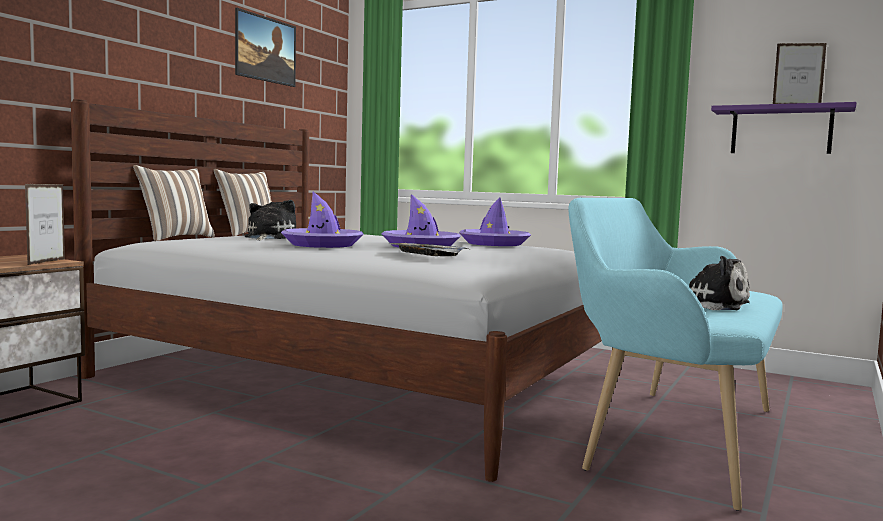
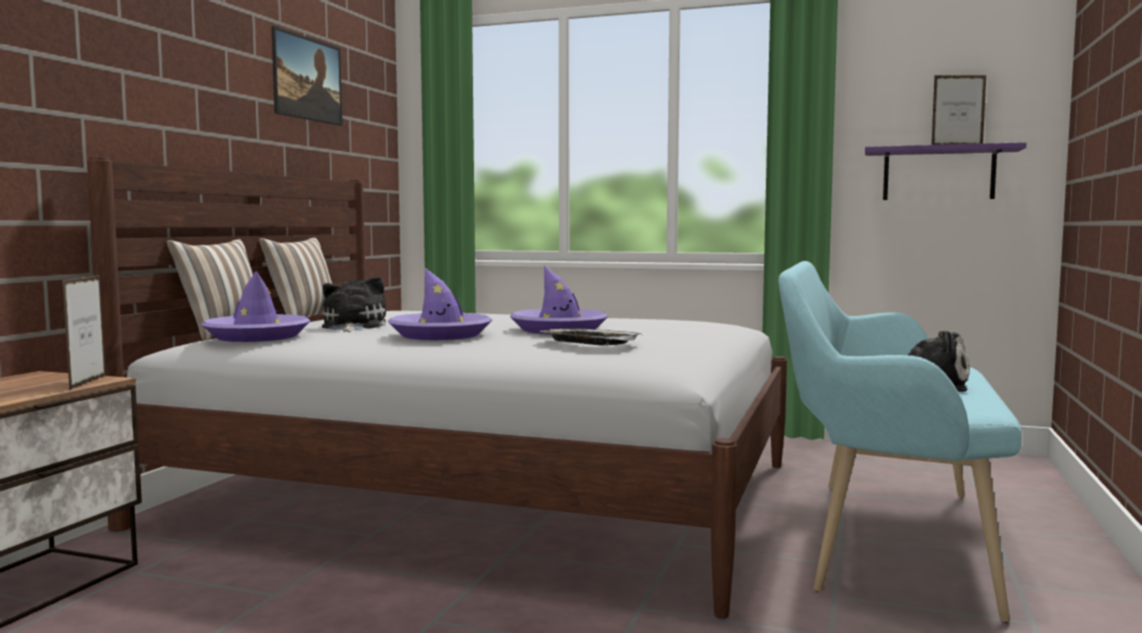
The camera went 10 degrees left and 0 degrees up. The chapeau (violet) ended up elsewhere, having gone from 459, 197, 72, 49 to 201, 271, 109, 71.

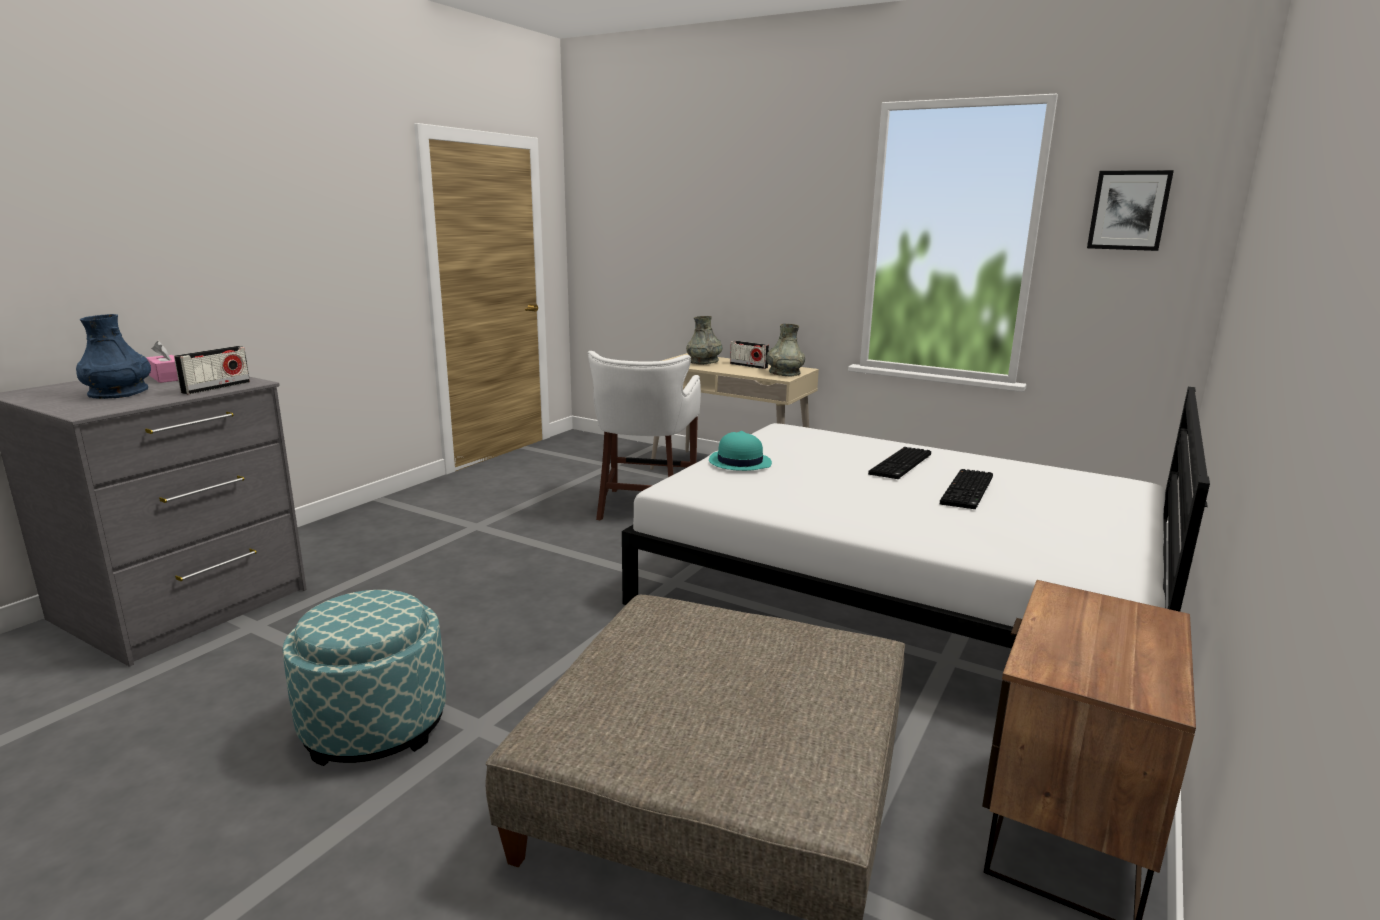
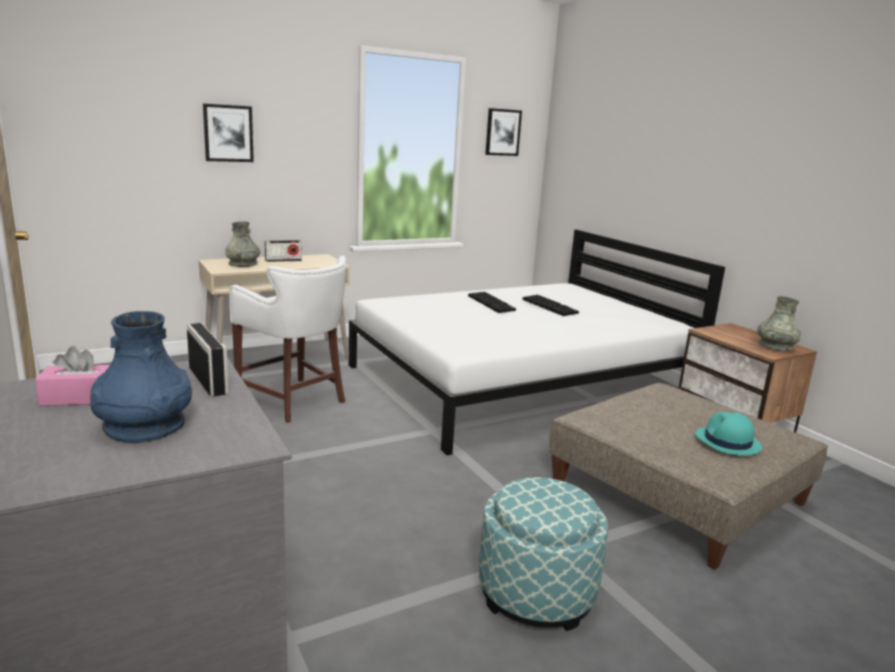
The camera went 60 degrees left and 0 degrees up. The vase (gris) ended up elsewhere, having gone from 766, 324, 39, 52 to 757, 296, 44, 56. The chapeau (turquoise) ended up elsewhere, having gone from 709, 431, 63, 40 to 695, 412, 67, 43. The second view gained the tableau at 203, 104, 51, 58.

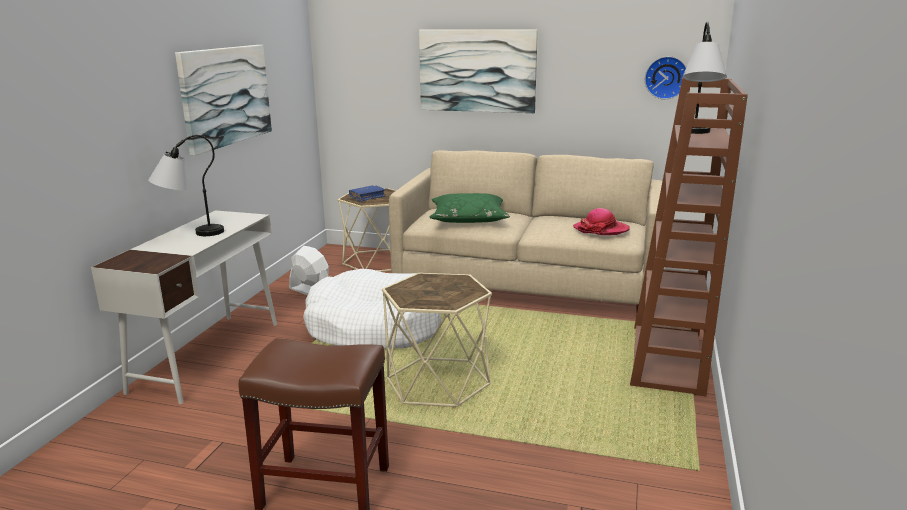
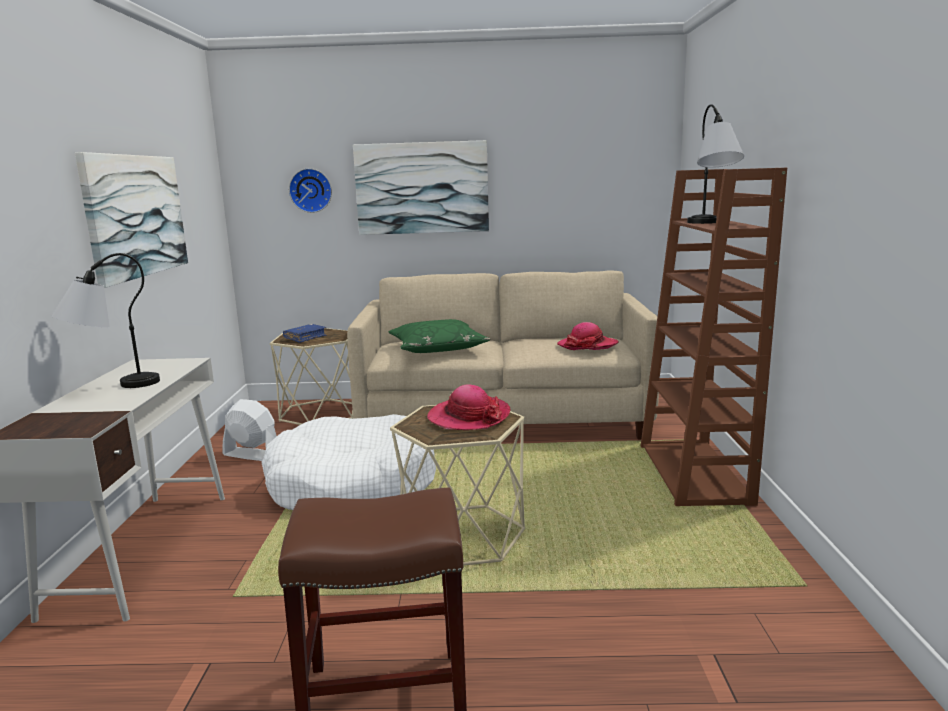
The camera went 15 degrees left and 5 degrees down. The horloge murale ended up elsewhere, having gone from 645, 56, 41, 43 to 289, 168, 43, 45. The second view gained the chapeau at 427, 384, 84, 46.

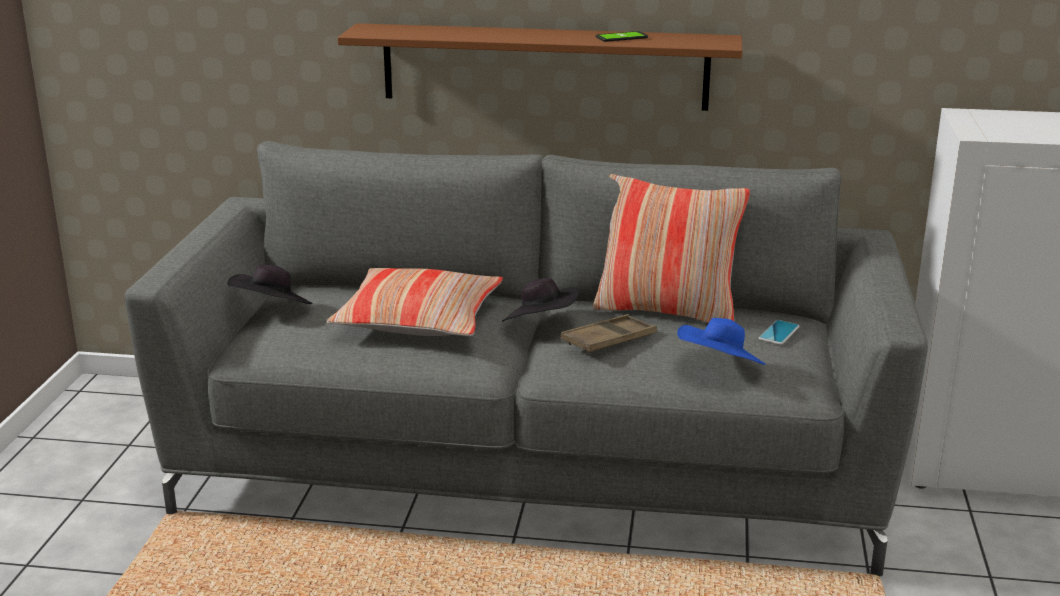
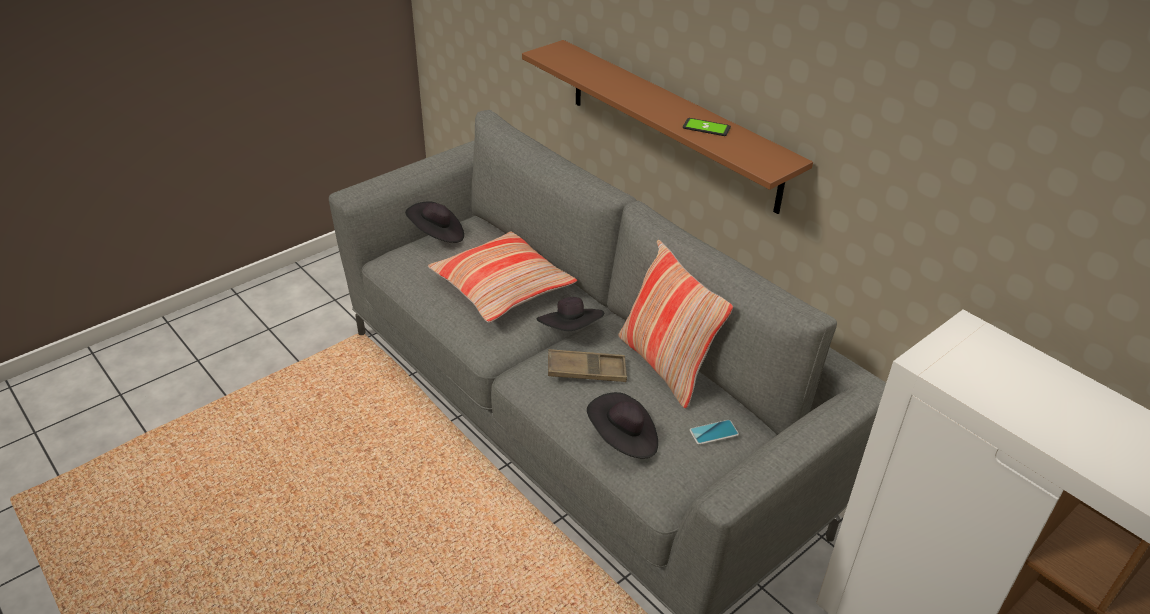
The camera went 40 degrees right and 15 degrees up. What was the chapeau (bleu) at 677, 318, 89, 47 turned into the chapeau (noir) at 587, 392, 71, 66.

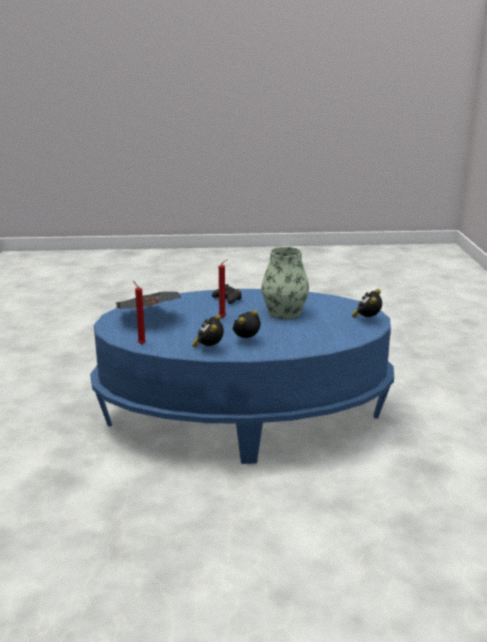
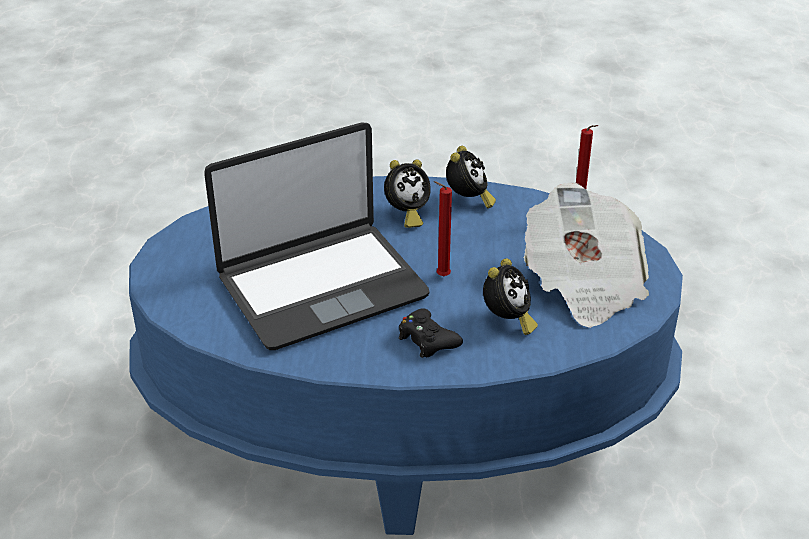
The camera went 175 degrees left and 15 degrees up. Where the vase stood at 262, 247, 47, 72, the ordinateur portable came to stand at 204, 122, 226, 228. The réveil ended up elsewhere, having gone from 352, 289, 30, 29 to 483, 258, 55, 77.

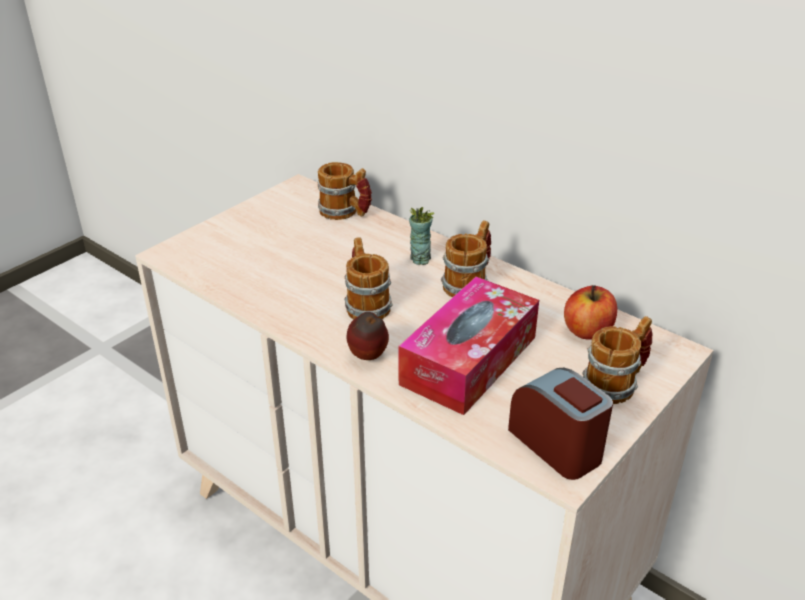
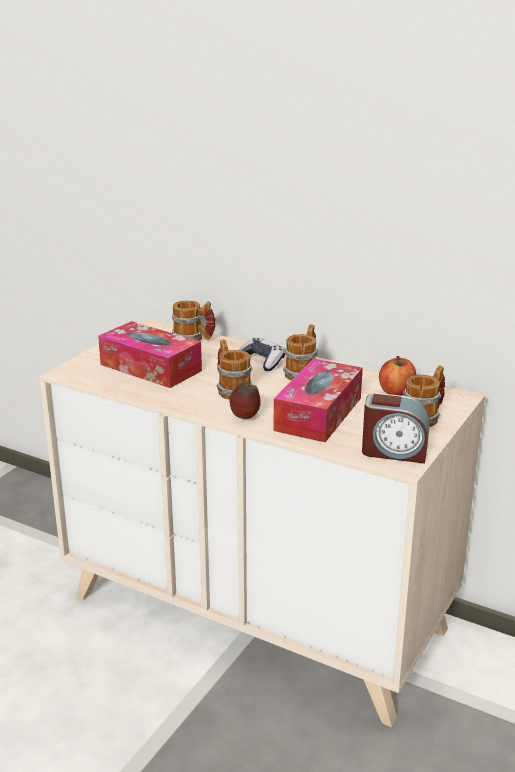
The camera went 10 degrees left and 10 degrees down. Where the tasse stood at 409, 207, 26, 58, the manette came to stand at 239, 338, 46, 33. The réveil at 508, 368, 105, 112 ended up facing another way, 150 degrees clockwise from before. The second view gained the boîte à mouchoirs at 98, 321, 104, 67.

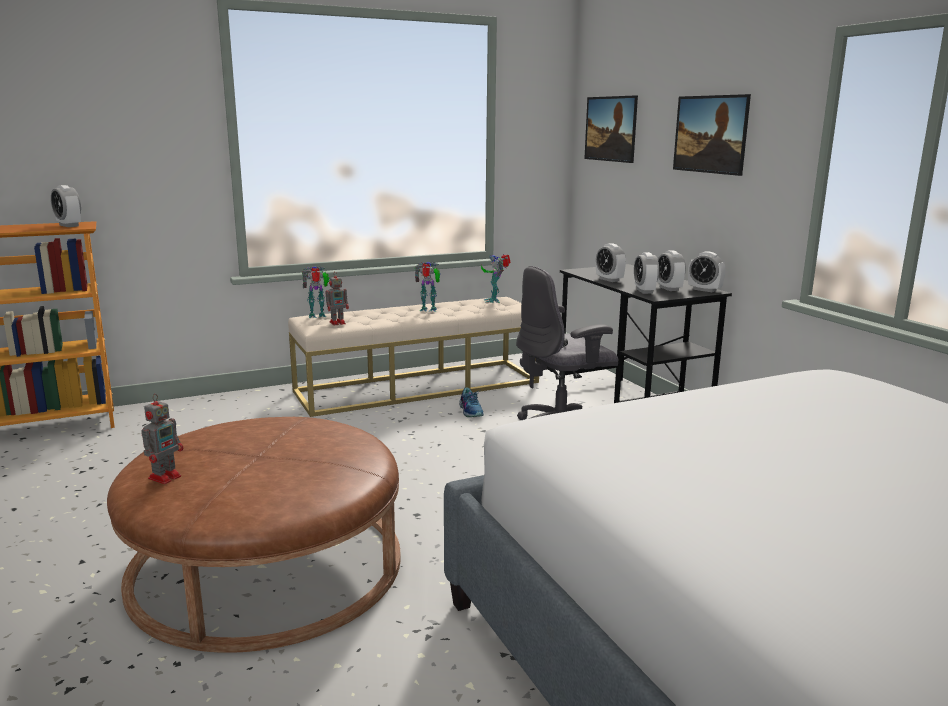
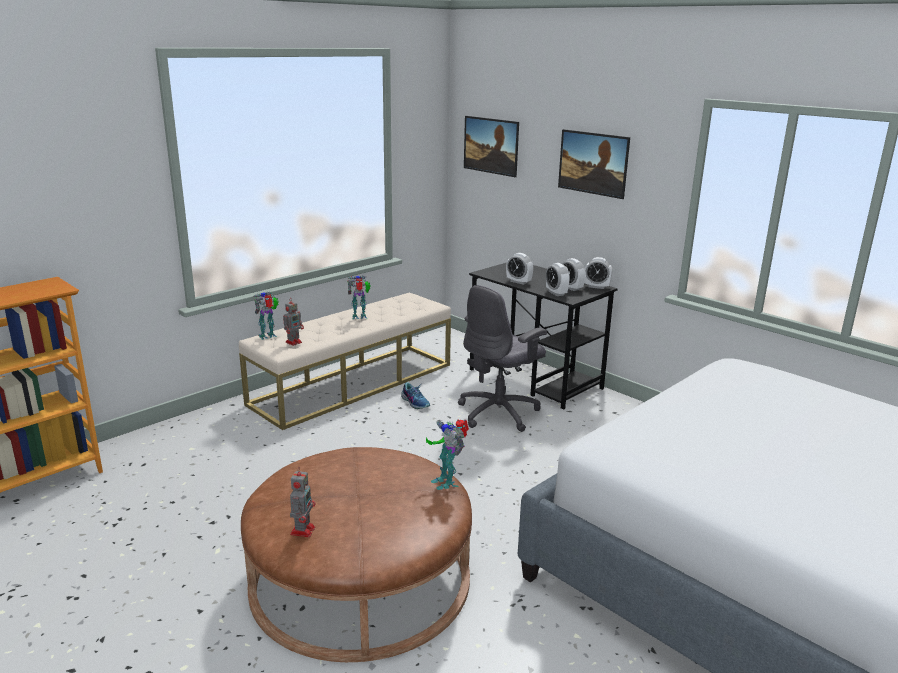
The camera went 20 degrees left and 5 degrees up. The second view lost the réveil at 51, 185, 30, 42. The robot jouet ended up elsewhere, having gone from 481, 254, 30, 49 to 426, 419, 43, 71.

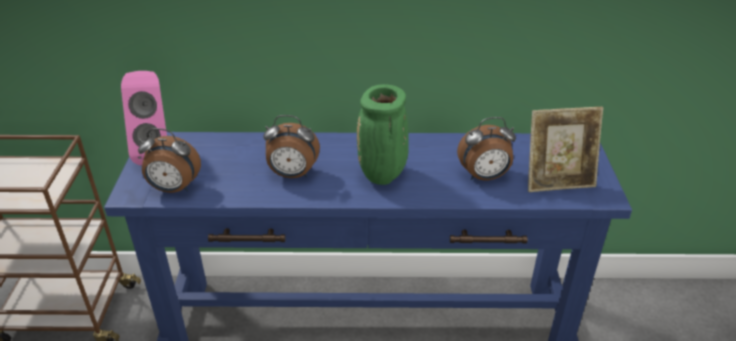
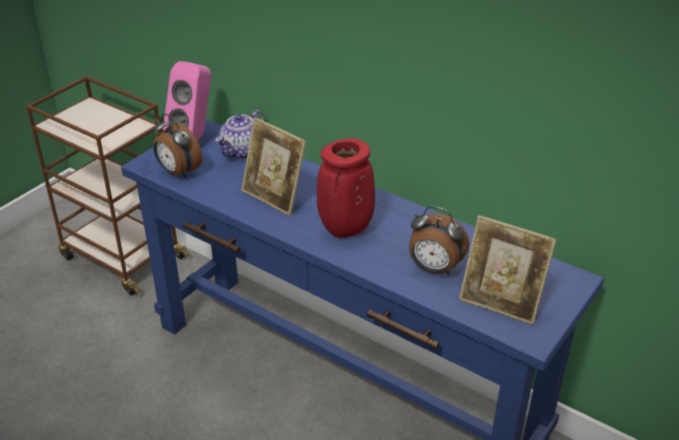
The camera went 35 degrees right and 0 degrees up. What was the vase (vert) at 357, 84, 52, 101 turned into the vase (rouge) at 317, 138, 58, 100. Where the réveil stood at 263, 115, 57, 63, the cadre photo came to stand at 241, 117, 65, 99. The second view gained the théière at 215, 110, 49, 49.

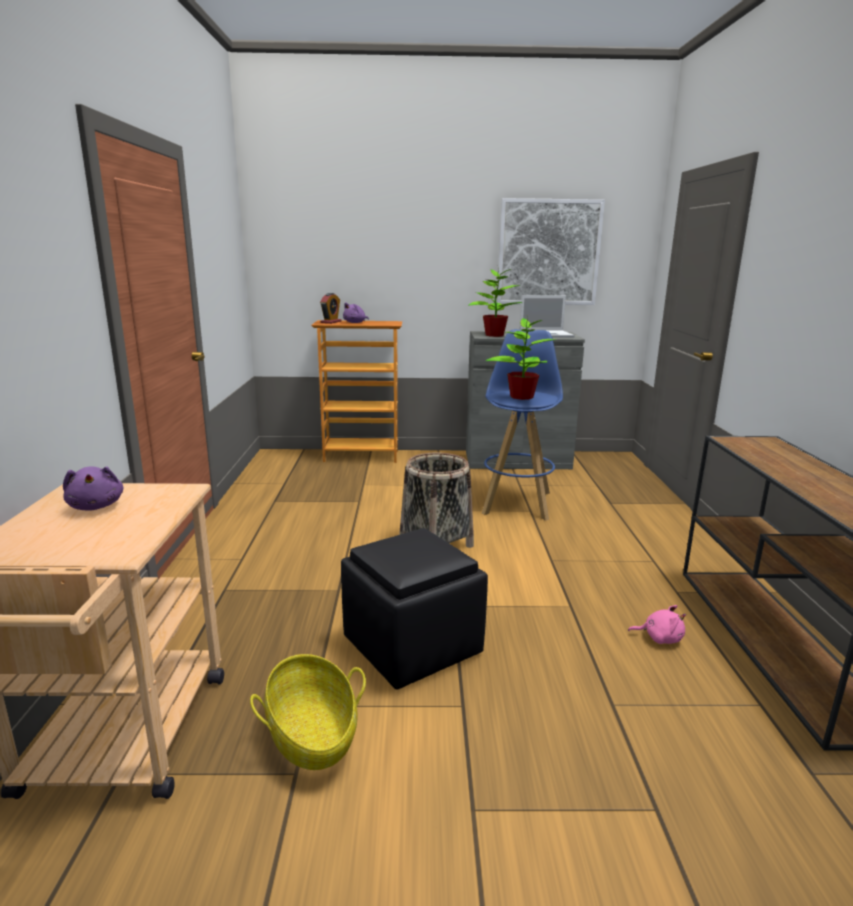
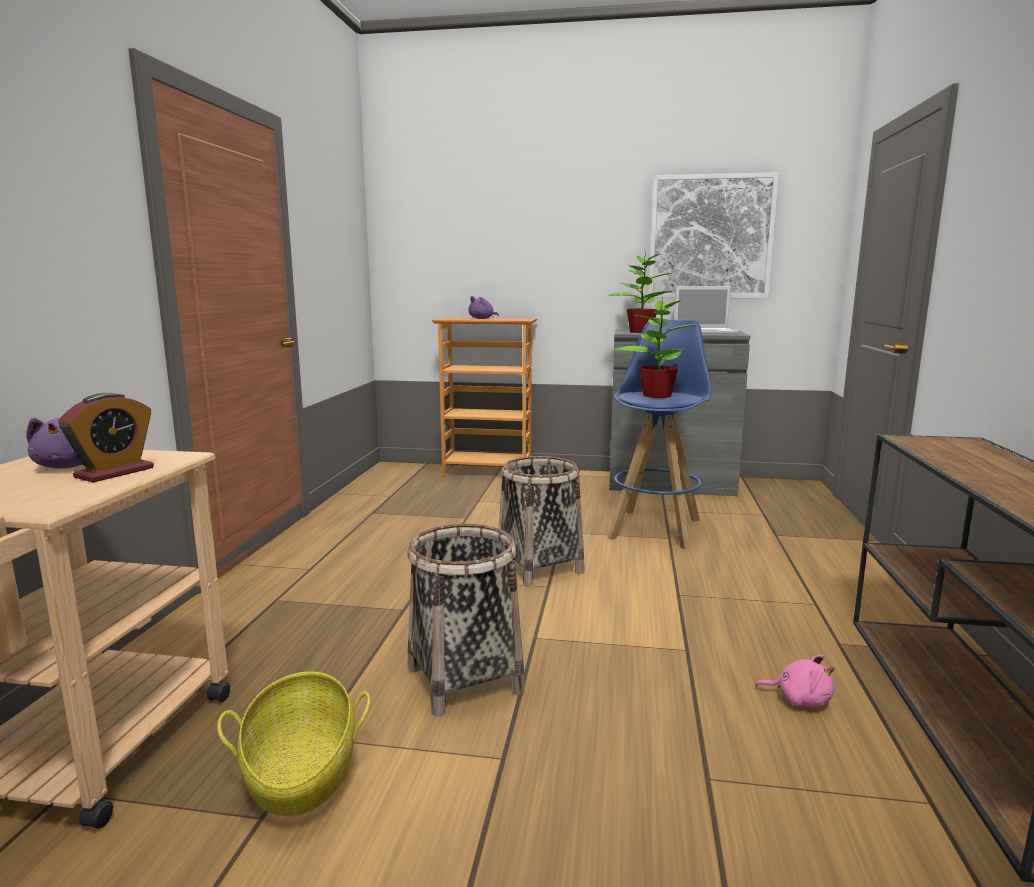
The camera went 10 degrees right and 5 degrees down. The réveil ended up elsewhere, having gone from 320, 293, 22, 31 to 58, 393, 96, 90. Where the pouf (noir) stood at 341, 528, 147, 161, the panier came to stand at 407, 524, 118, 193.

